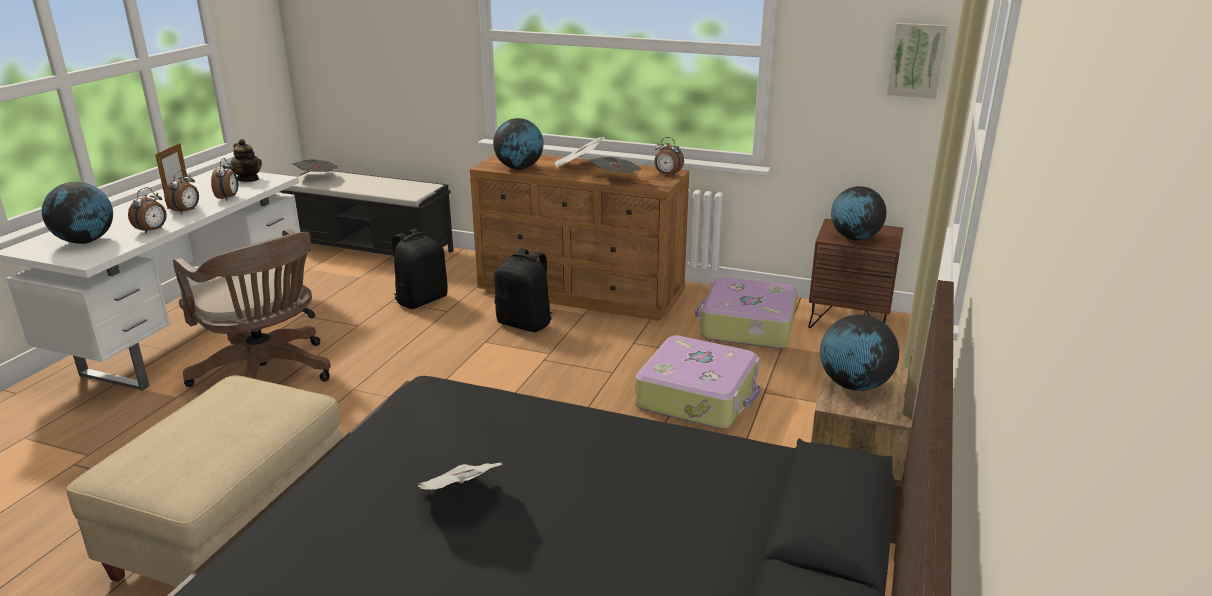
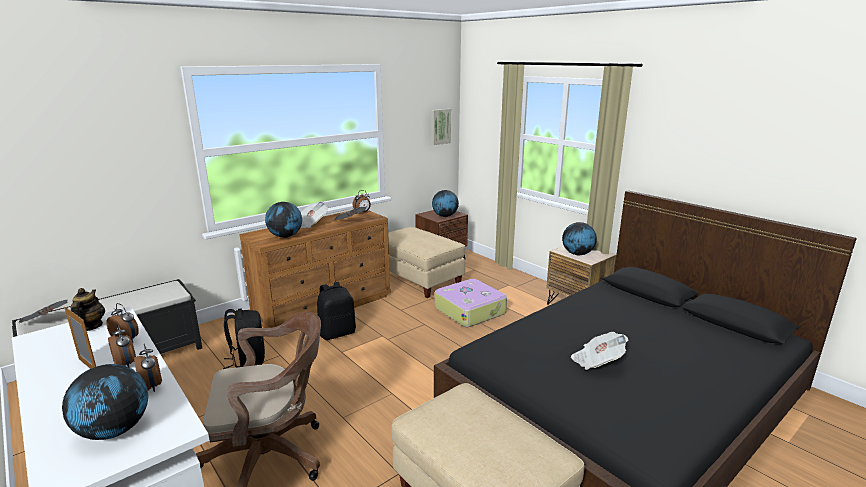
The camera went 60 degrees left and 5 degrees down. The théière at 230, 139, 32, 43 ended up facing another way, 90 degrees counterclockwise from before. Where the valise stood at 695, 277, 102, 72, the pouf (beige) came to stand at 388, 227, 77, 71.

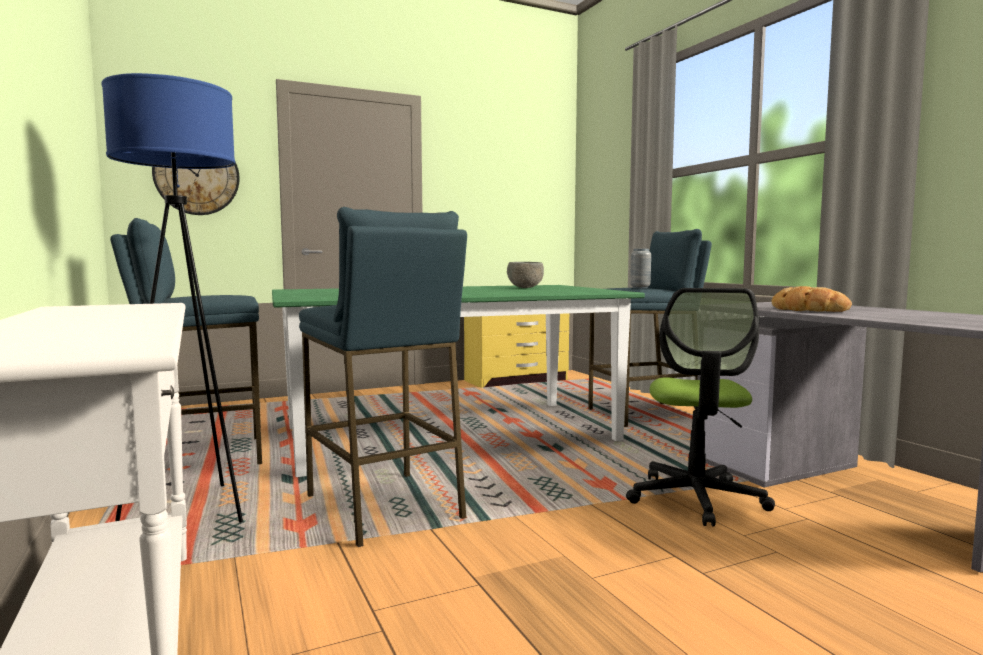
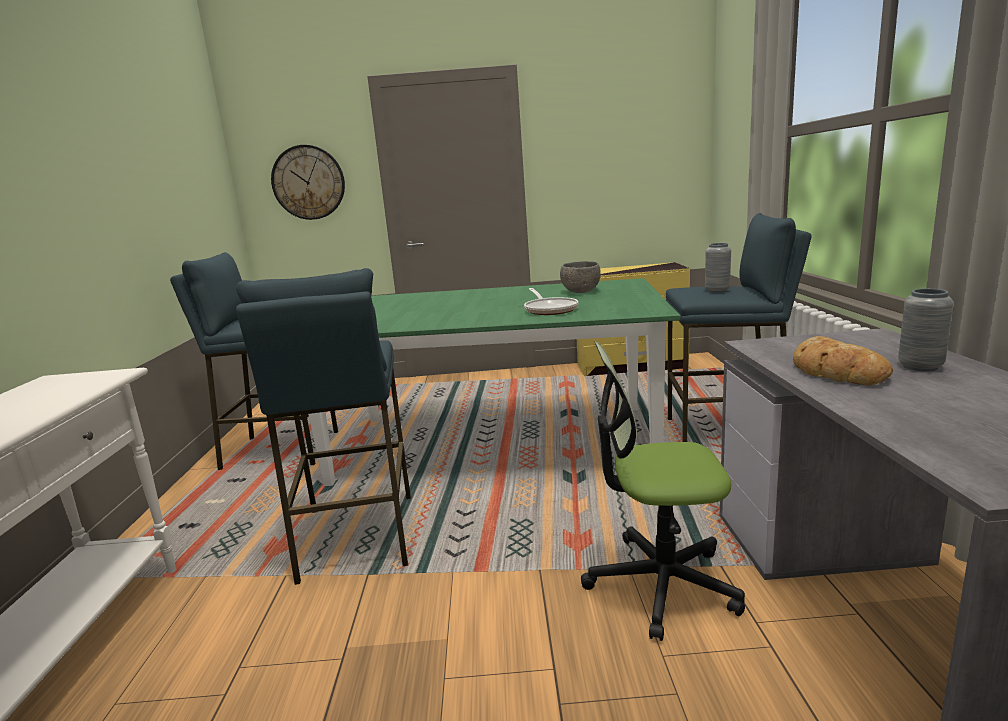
The camera went 25 degrees right and 10 degrees up. The second view lost the lampadaire (bleu) at 101, 73, 142, 449. The chaise de bureau at 626, 288, 149, 239 ended up facing another way, 60 degrees clockwise from before. The second view gained the poêle at 524, 288, 55, 27. The second view gained the vase (gris) at 898, 289, 56, 82.

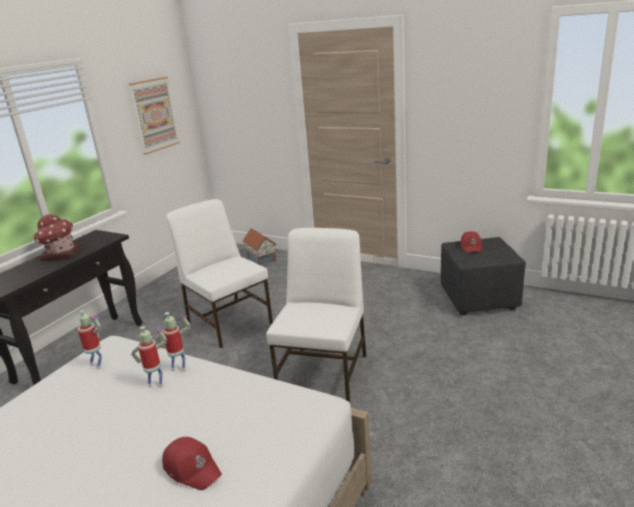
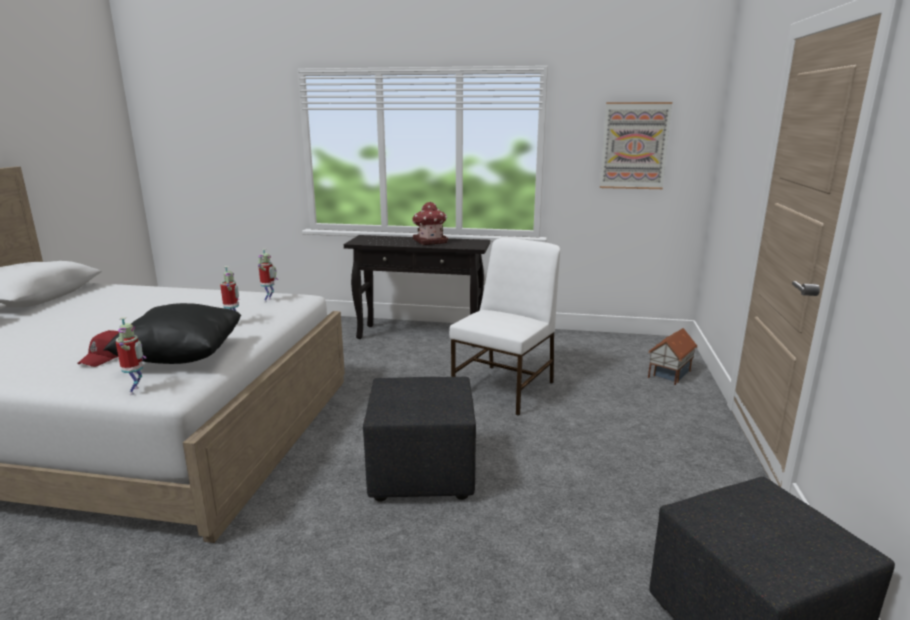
The camera went 70 degrees right and 5 degrees down. Where the chaise (blanc) stood at 266, 228, 100, 174, the pouf (noir) came to stand at 363, 377, 113, 125. The second view lost the casquette (rouge) at 460, 231, 22, 22. The robot jouet ended up elsewhere, having gone from 156, 312, 35, 60 to 116, 317, 30, 78. The second view gained the coussin (noir) at 103, 303, 138, 61.

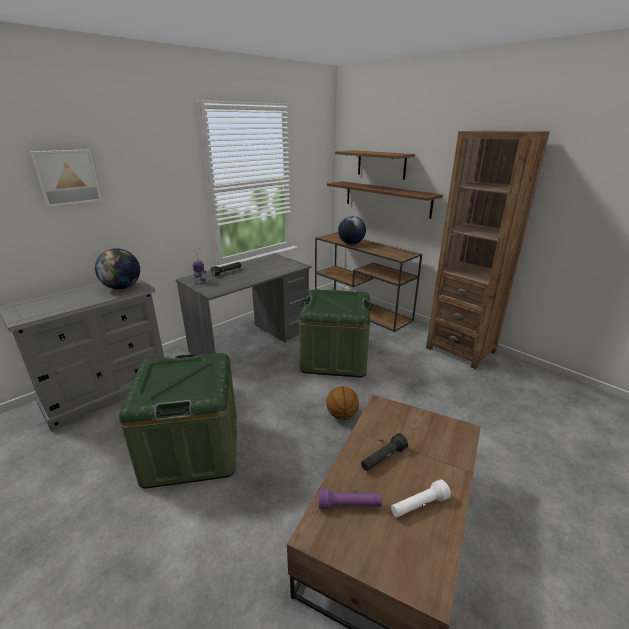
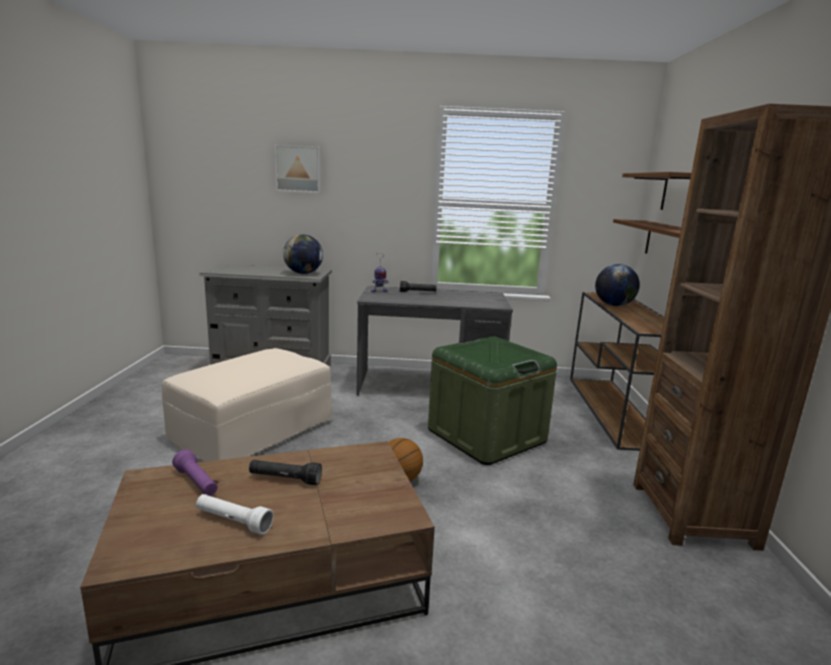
The camera went 45 degrees right and 10 degrees down. Where the boîte de rangement (vert) stood at 119, 353, 118, 135, the pouf (beige) came to stand at 162, 348, 170, 113.

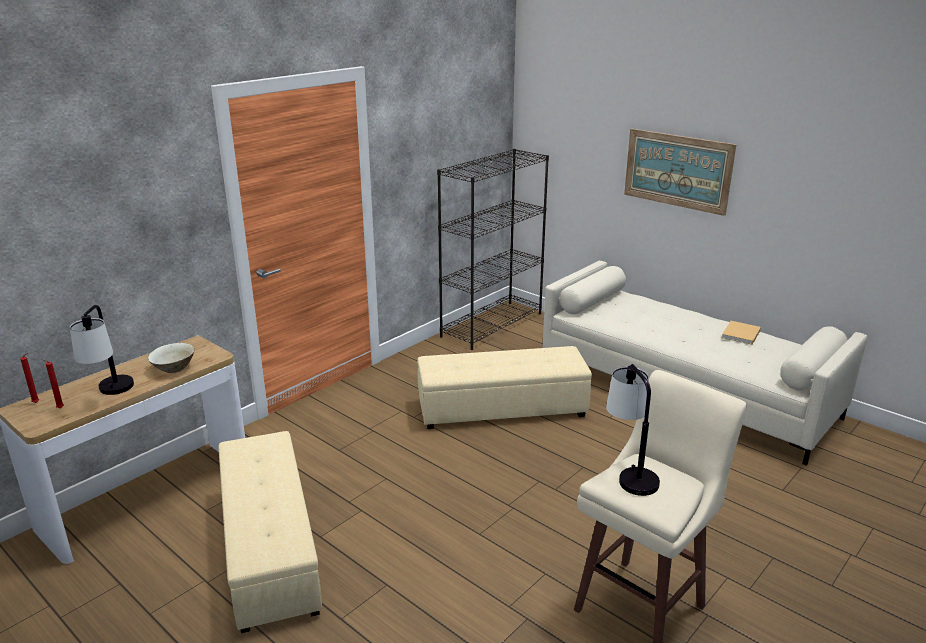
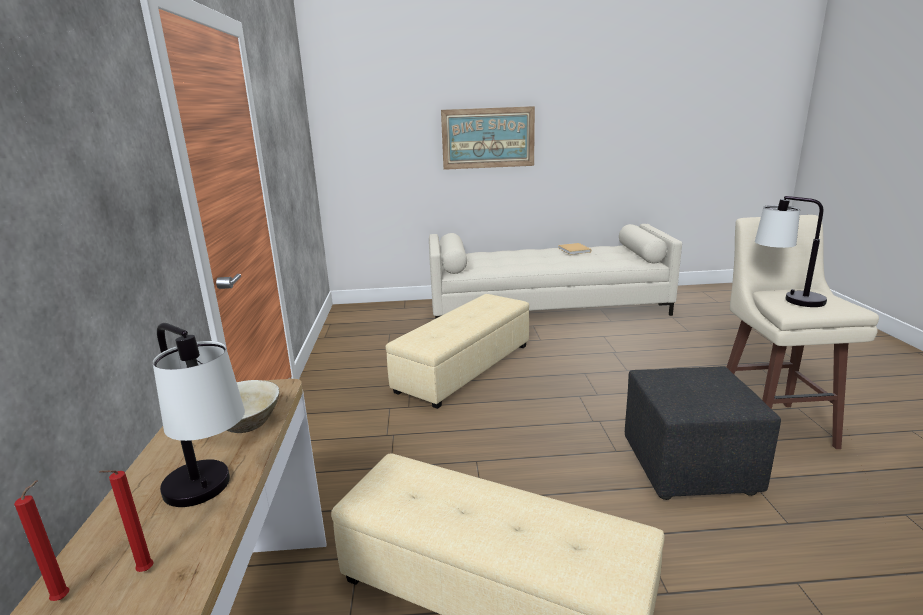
The camera went 45 degrees left and 5 degrees down. The second view lost the bibliothèque (noir) at 437, 149, 112, 201. The second view gained the pouf (noir) at 625, 366, 156, 134.

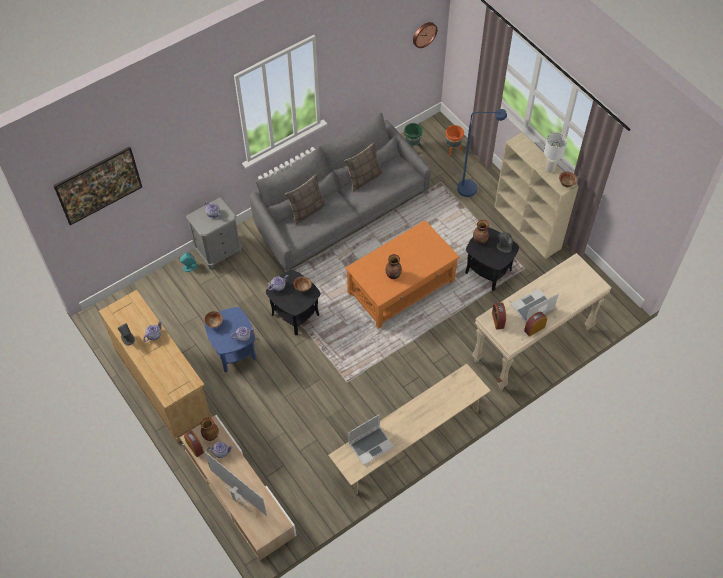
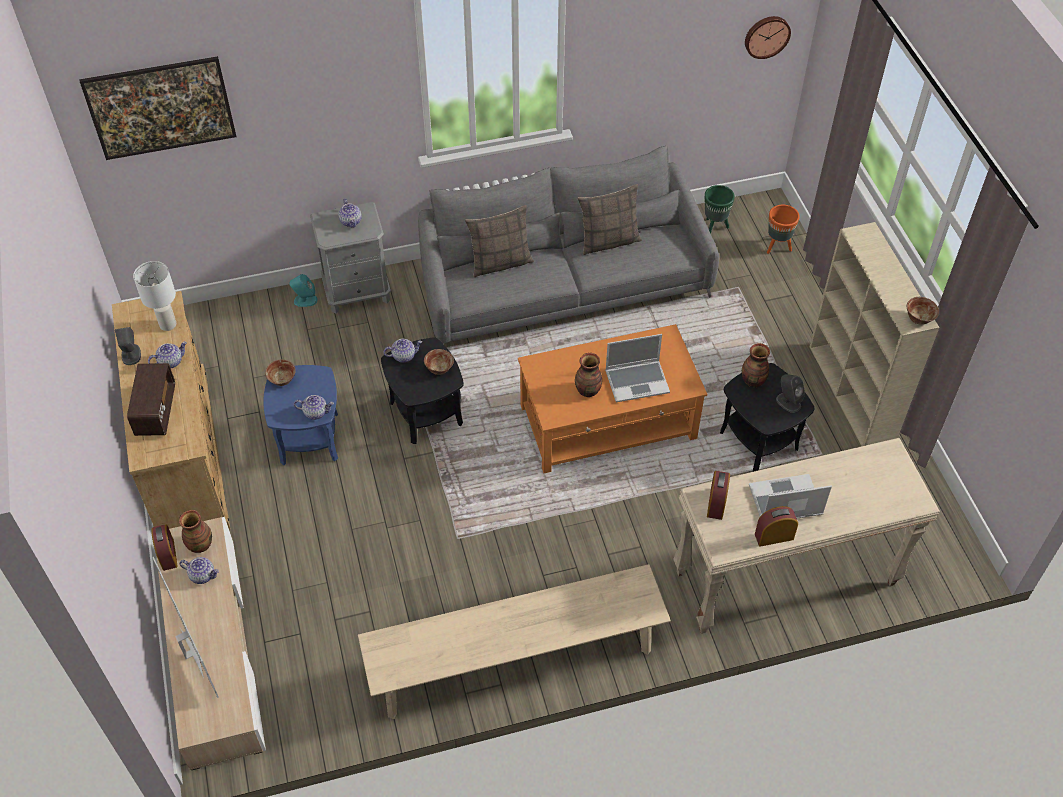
The camera went 20 degrees right and 5 degrees down. The second view lost the lampadaire (bleu) at 457, 109, 50, 88. The lampe de table (blanc) ended up elsewhere, having gone from 544, 132, 23, 41 to 133, 261, 43, 70. The ordinateur portable ended up elsewhere, having gone from 348, 414, 46, 52 to 605, 334, 65, 68. The second view gained the radio at 127, 363, 48, 73.

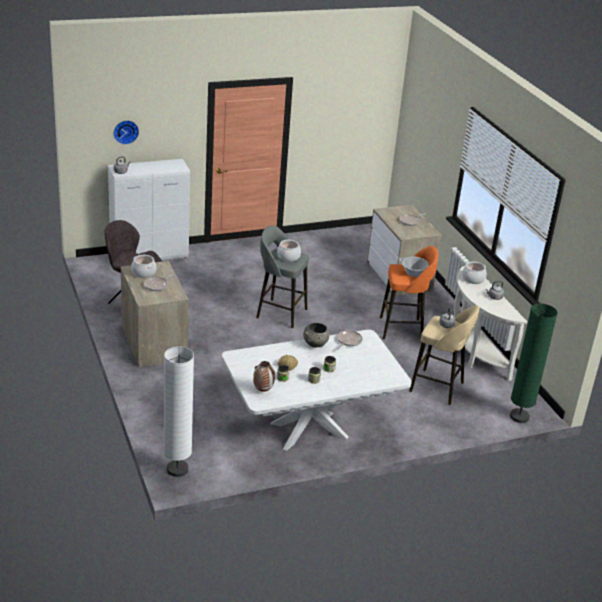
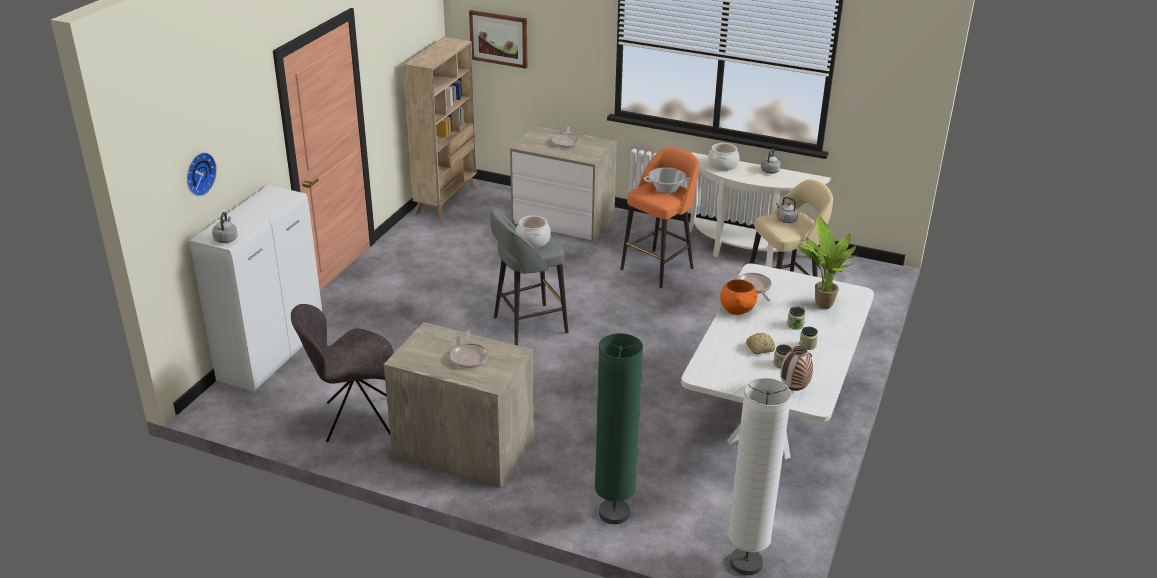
The camera went 45 degrees left and 0 degrees up. The second view lost the marmite at 131, 255, 25, 23. The lampadaire (vert) ended up elsewhere, having gone from 510, 303, 48, 120 to 595, 333, 48, 191. What was the bol (gris) at 303, 323, 27, 24 turned into the bol (orange) at 720, 279, 37, 36. The second view gained the tableau at 469, 10, 58, 59. The second view gained the bibliothèque (beige) at 403, 37, 74, 183. The second view gained the plante en pot at 794, 215, 63, 94.

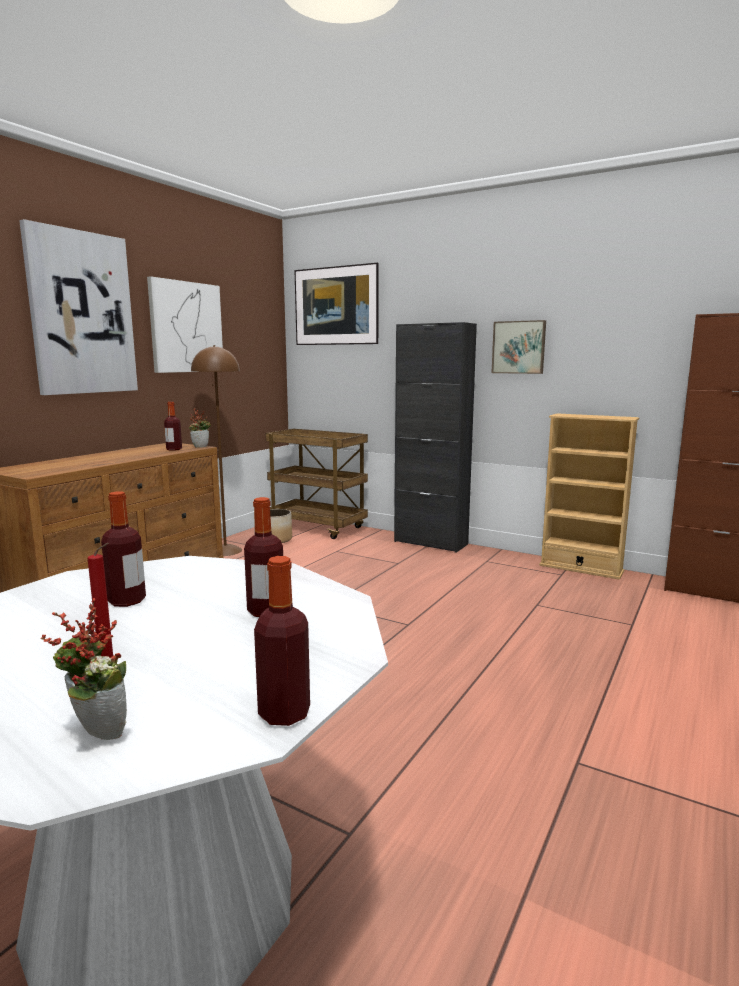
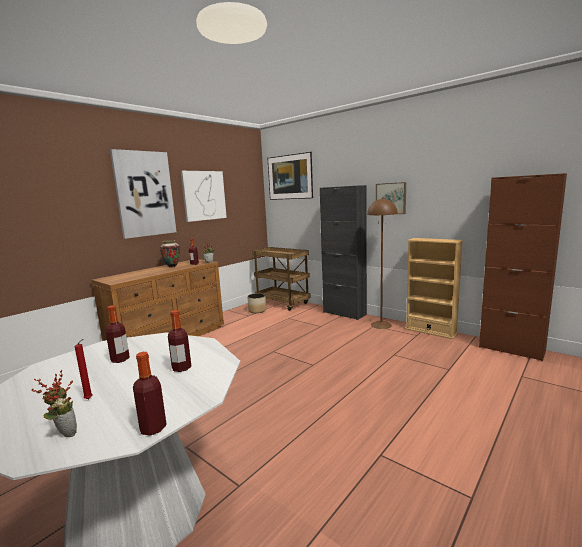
The camera went 10 degrees right and 0 degrees up. The lampadaire (marron) ended up elsewhere, having gone from 191, 345, 51, 211 to 367, 198, 31, 131. The second view gained the vase at 160, 240, 20, 28.

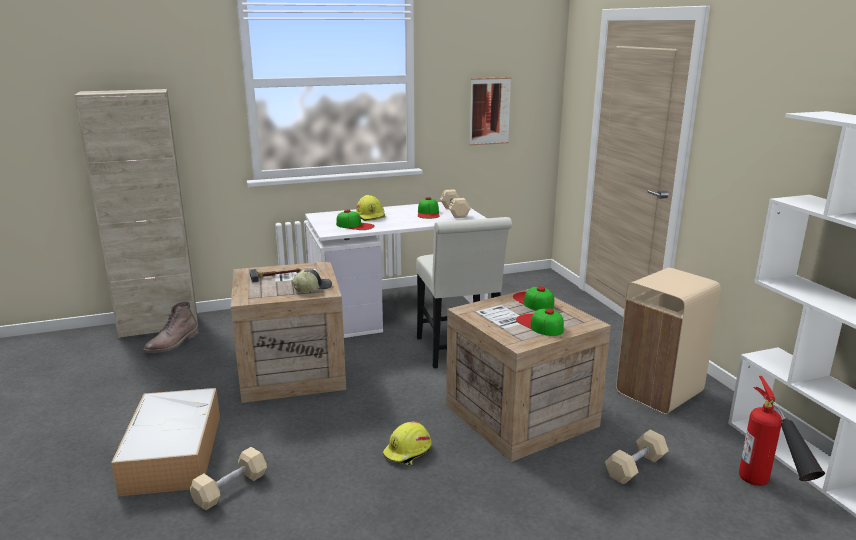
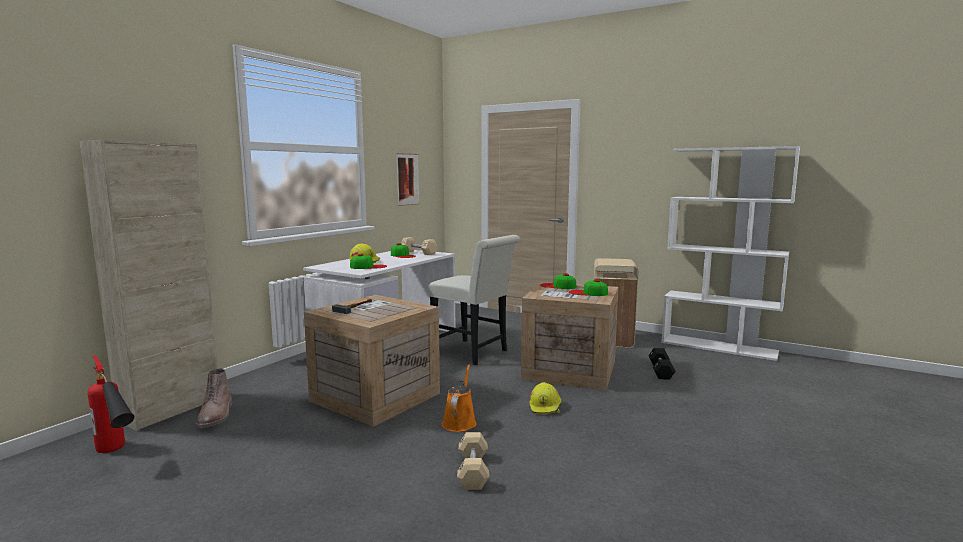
The camera went 40 degrees left and 10 degrees down. The second view lost the casquette at 292, 269, 40, 23. The extincteur ended up elsewhere, having gone from 739, 376, 86, 110 to 87, 355, 48, 98. The second view lost the boîte de rangement at 111, 388, 109, 108. What was the haltère (beige) at 605, 430, 64, 55 turned into the haltère (noir) at 648, 348, 28, 32. The second view gained the arrosoir (orange) at 442, 364, 35, 68.

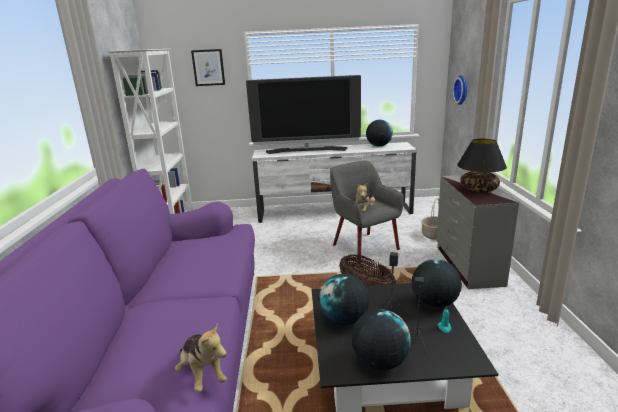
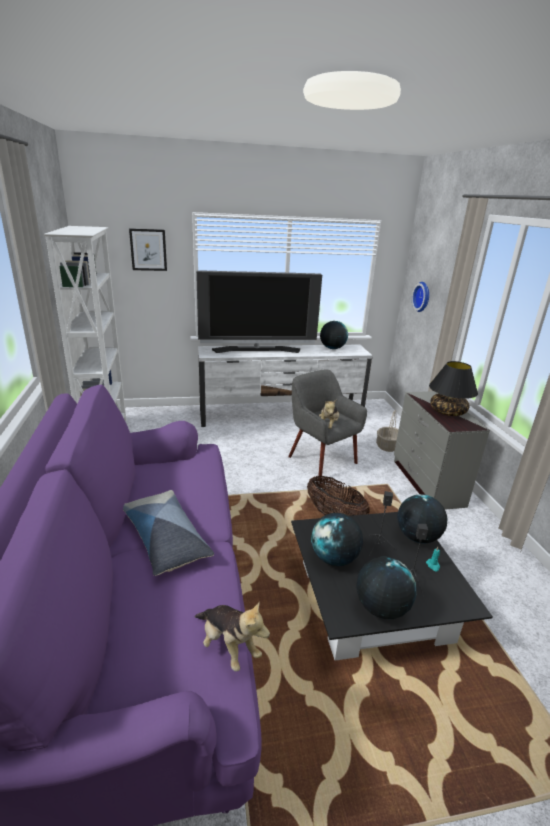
The camera went 10 degrees left and 5 degrees up. The second view gained the coussin at 123, 490, 91, 86.

